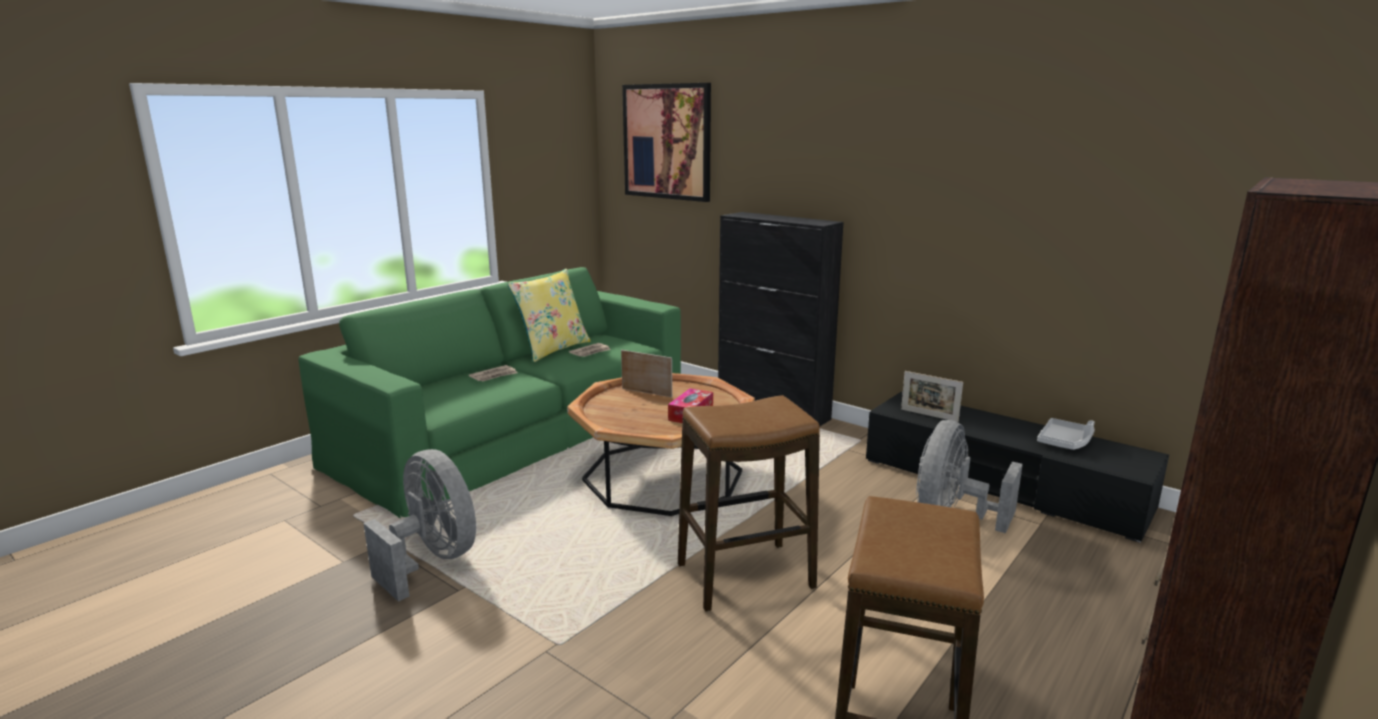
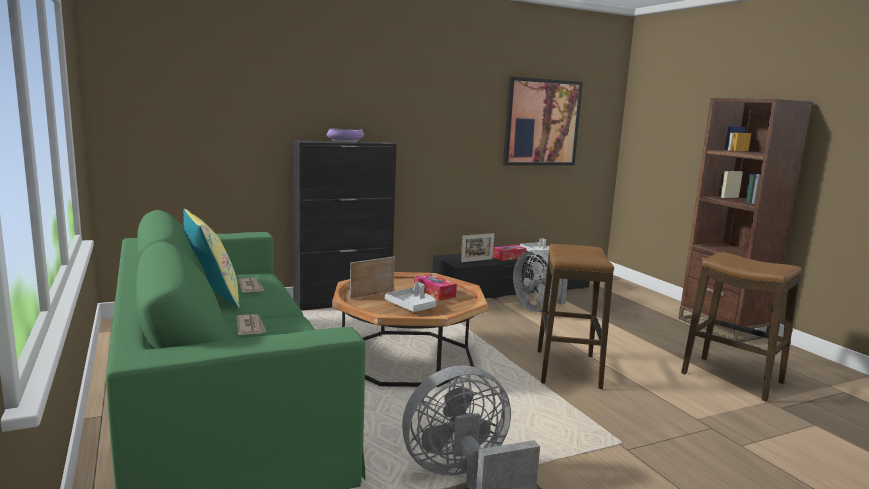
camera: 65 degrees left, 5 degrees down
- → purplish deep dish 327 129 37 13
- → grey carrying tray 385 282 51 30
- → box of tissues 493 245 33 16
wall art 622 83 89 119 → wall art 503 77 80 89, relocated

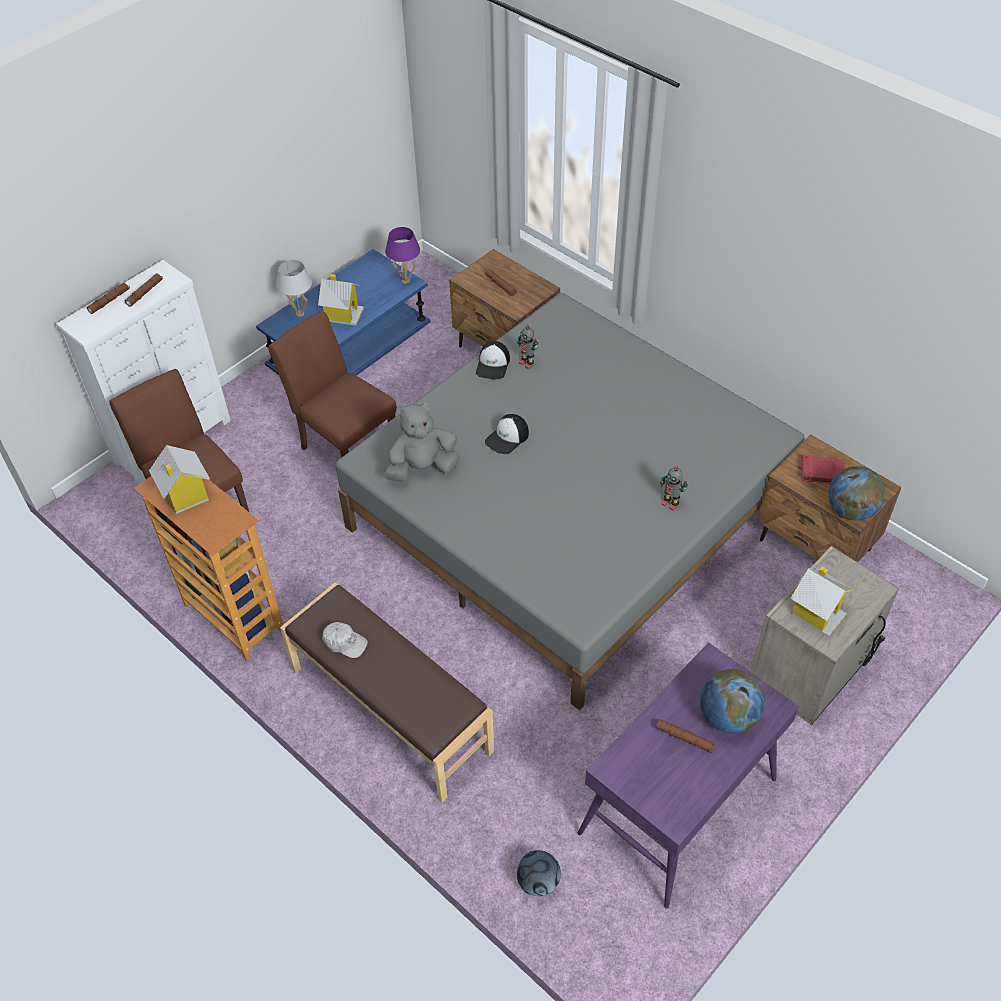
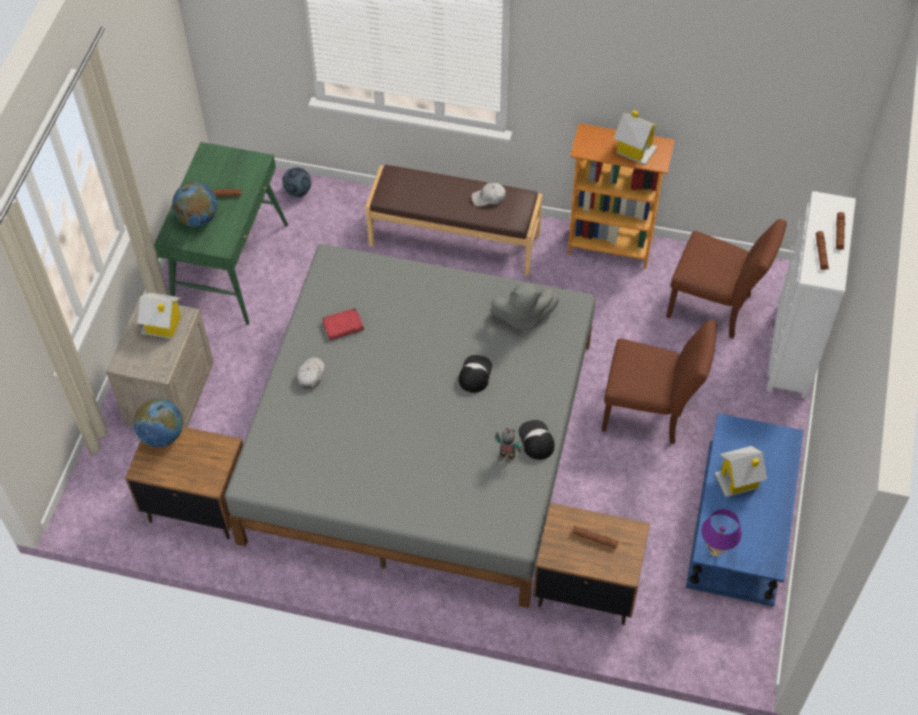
camera: 150 degrees right, 5 degrees up
white tabletop lamp 276 260 36 57 → -
red bound book 802 455 43 29 → red bound book 322 308 42 32, relocated
toy robot 660 466 28 45 → white peaked cap 297 357 28 31
purplish desk table 578 642 221 267 → green desk table 154 142 134 183
grey cuddly toy 384 403 76 79 → grey cuddly toy 490 282 69 52, 45 degrees clockwise

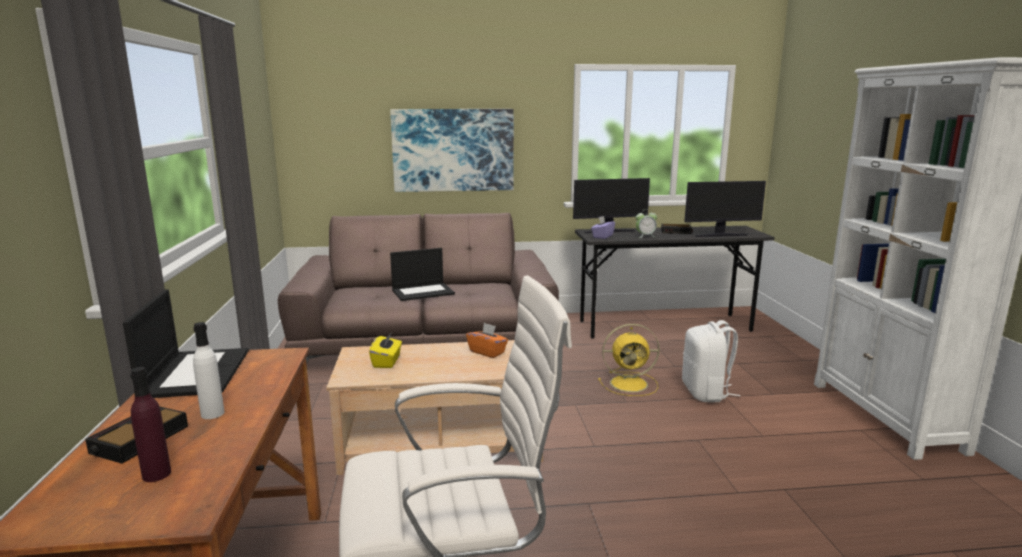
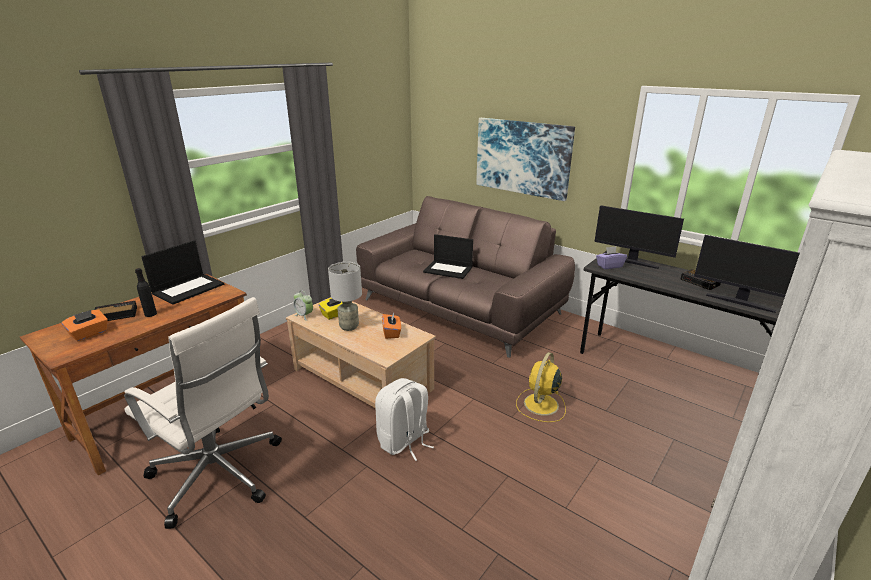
camera: 45 degrees right, 10 degrees up
- → grey tabletop lamp 328 262 34 69
bedside clock 636 209 21 29 → bedside clock 293 290 20 31, relocated
white backpack 682 320 58 82 → white backpack 375 378 59 83, relocated
purplish bottle 130 367 41 115 → orangey box of tissues 61 310 47 31
white bottle 193 322 32 97 → black-coloured bottle 135 268 22 49
yellow-coloured fan 598 324 61 72 → yellow-coloured fan 516 352 50 70, 75 degrees clockwise

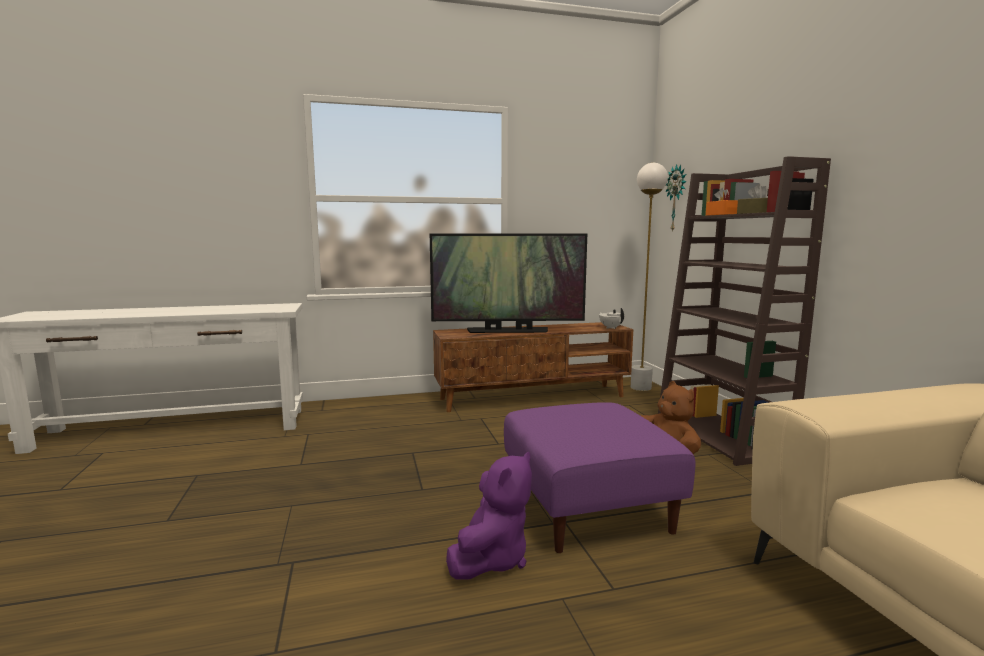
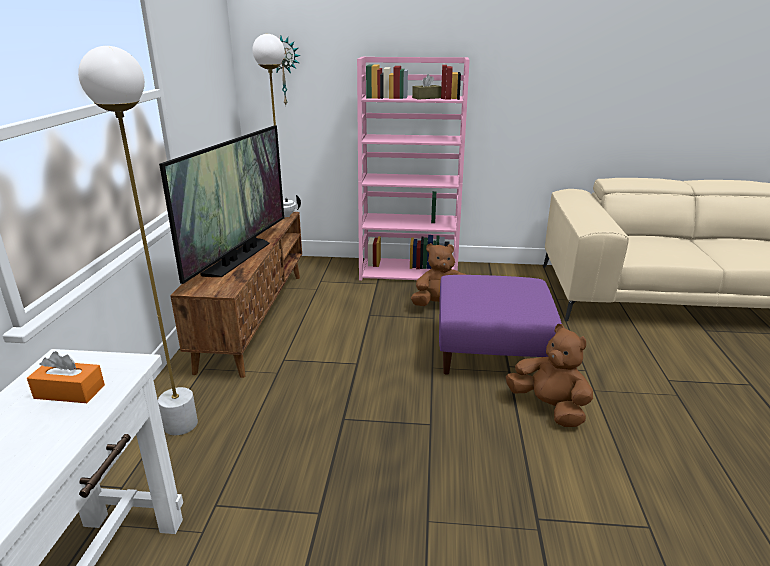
camera: 70 degrees left, 15 degrees up
- → white standing lamp 78 46 120 389
orangey box of tissues 706 188 32 28 → orangey box of tissues 27 351 78 52, relocated
purplish cuddly toy 446 452 86 128 → brownish cuddly toy 506 324 87 103
brownish bookshelf 658 156 173 310 → pink bookshelf 357 57 113 223

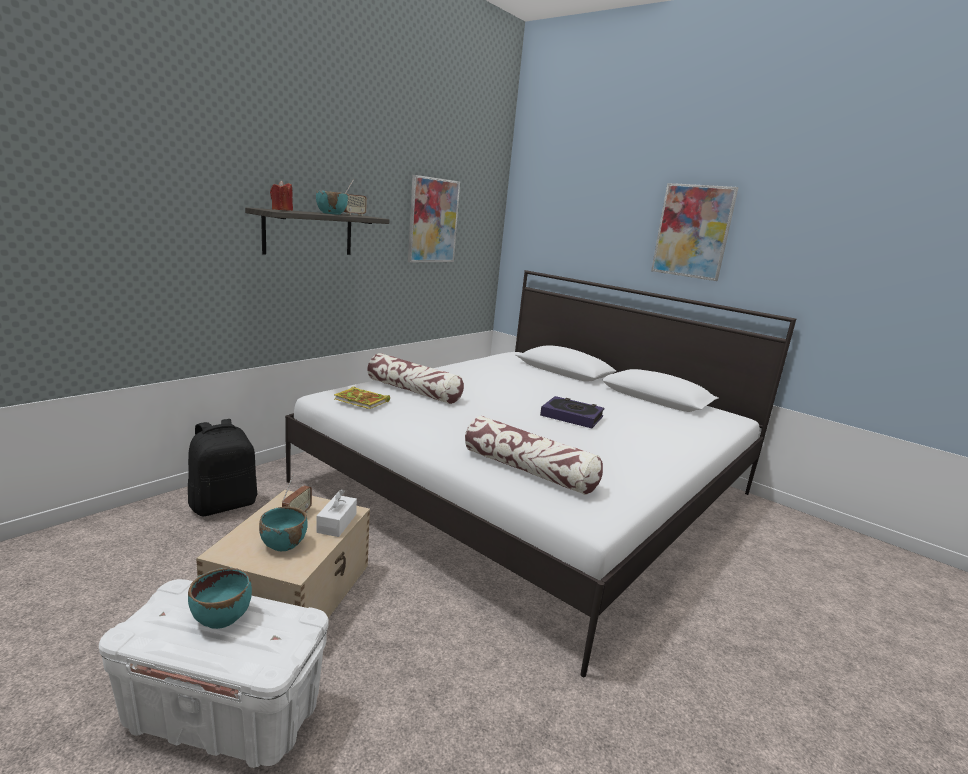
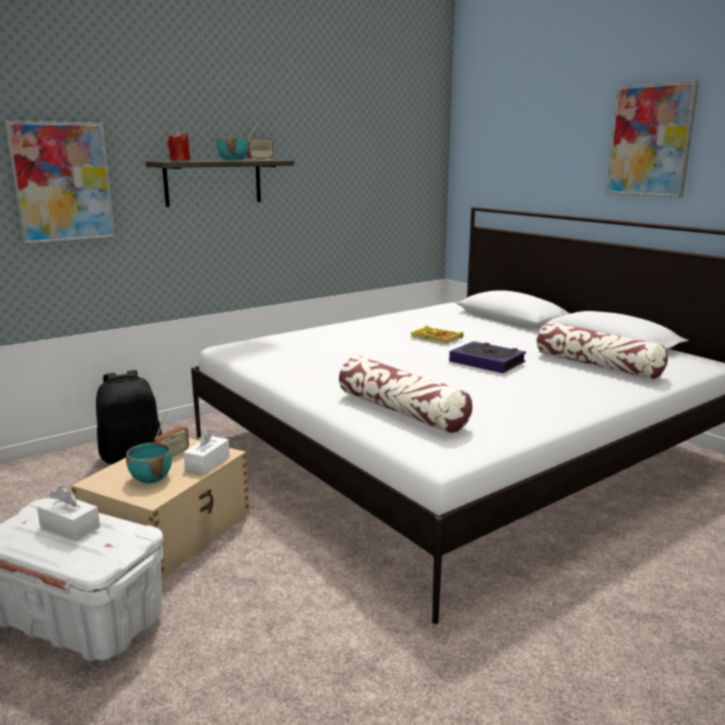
camera: 15 degrees right, 0 degrees up
bound book 334 386 56 23 → bound book 410 326 53 18, relocated
cushion 367 353 97 51 → cushion 537 322 131 58, relocated
wall art 408 175 52 88 → wall art 4 121 112 123, relocated
blue-green deep dish 188 568 64 61 → white box of tissues 37 486 63 55

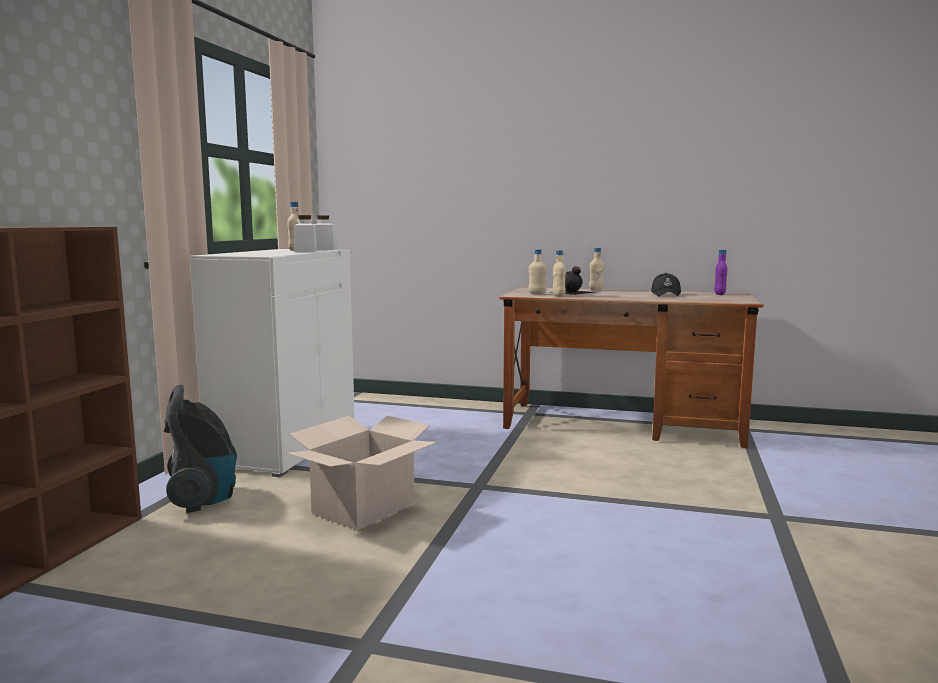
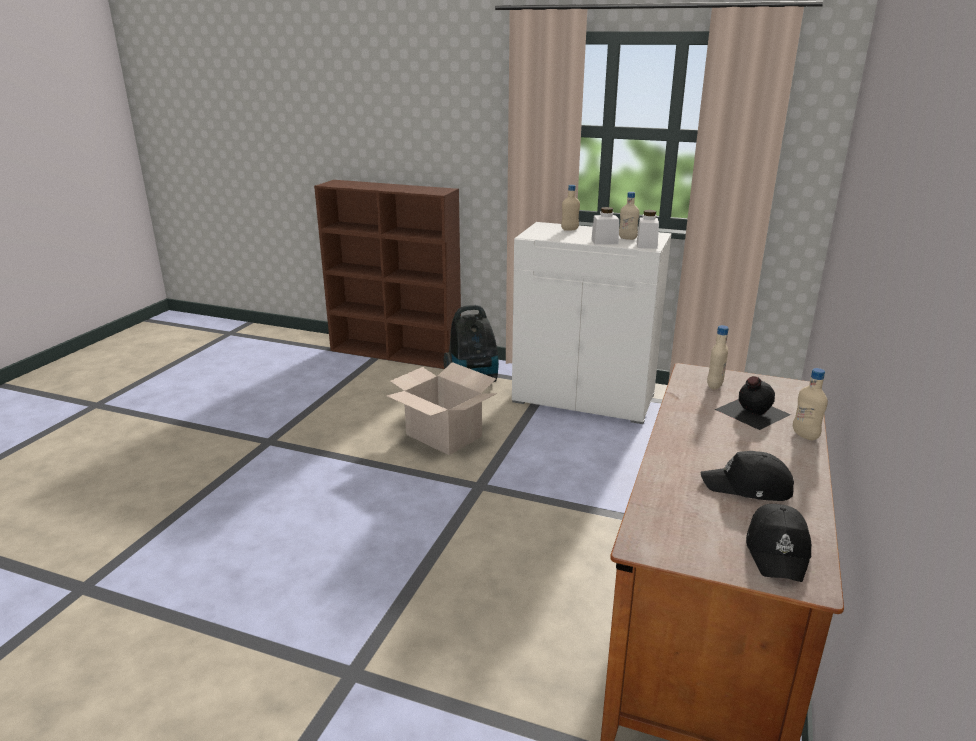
camera: 95 degrees right, 15 degrees up
beige-coloured bottle 553 250 13 46 → beige-coloured bottle 561 185 19 46, relocated
purplish bottle 714 249 13 46 → black-coloured peaked cap 746 504 65 78

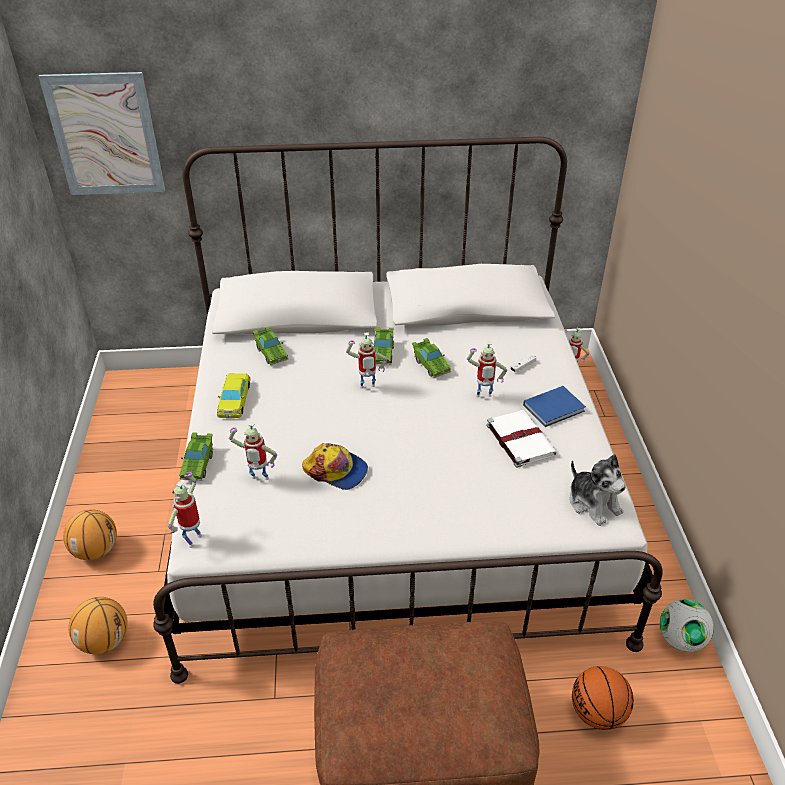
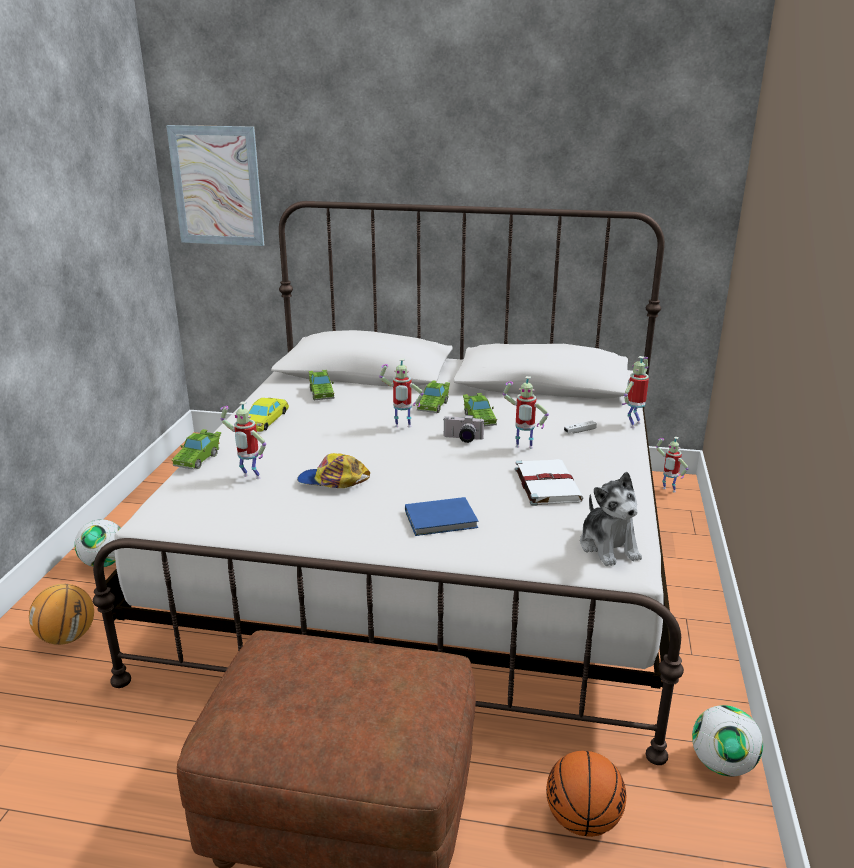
camera: 15 degrees right, 15 degrees down
- → photo camera 443 415 42 28
toy robot 168 472 34 76 → toy robot 622 356 27 72, relocated
blue-coloured bound book 523 386 63 41 → blue-coloured bound book 405 497 73 39, relocated
ball for basketball 63 509 54 51 → ball for football 74 519 46 48
peaked cap 302 443 66 47 → peaked cap 297 453 73 35, 150 degrees clockwise

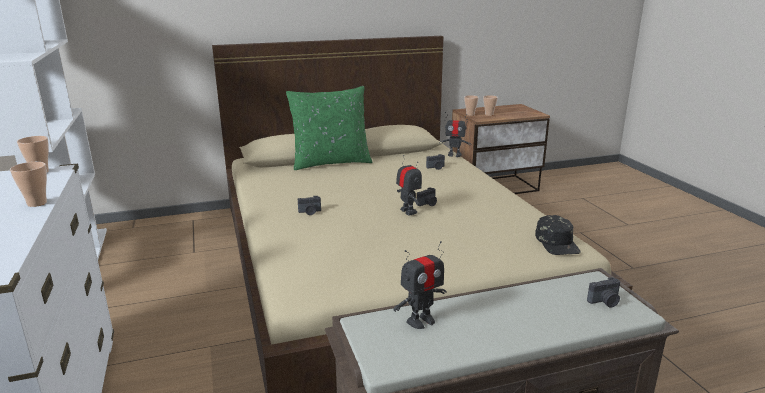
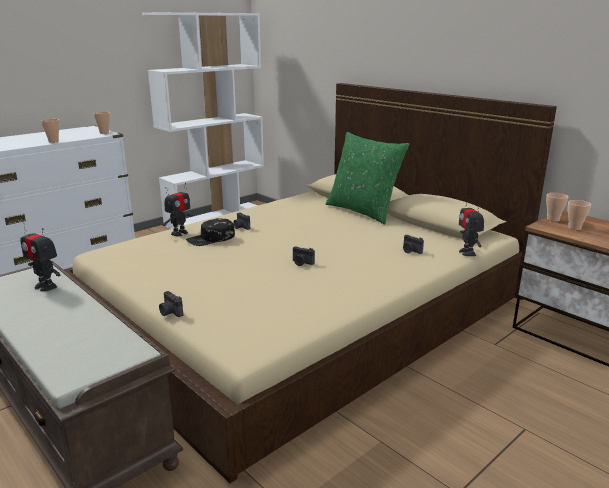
camera: 65 degrees right, 0 degrees up
toy robot 396 155 26 61 → toy robot 163 183 30 53, relocated
black-coloured peaked cap 535 215 46 40 → black-coloured peaked cap 186 218 49 28, relocated
photo camera 587 277 33 31 → photo camera 159 291 24 26, relocated

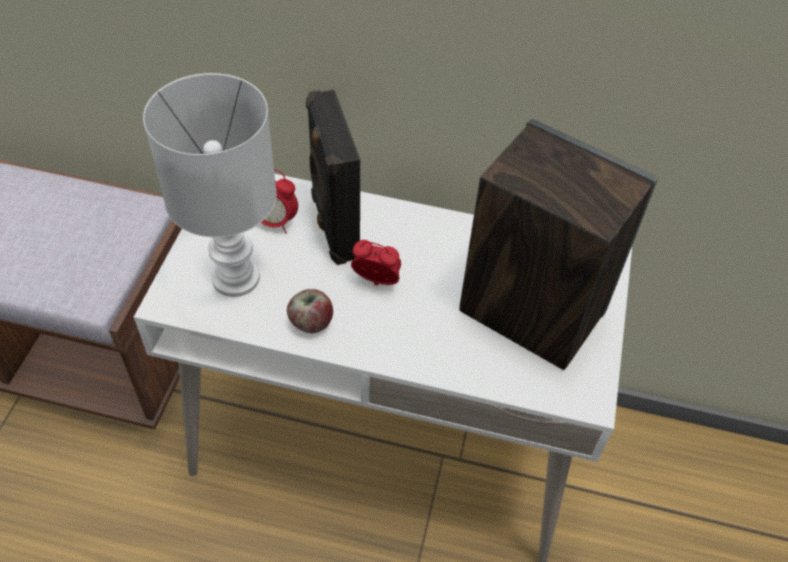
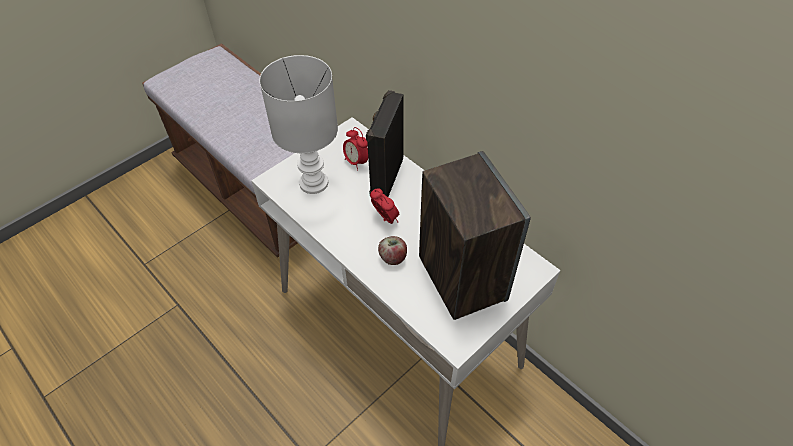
camera: 35 degrees right, 0 degrees up
whole apple 287 289 46 44 → whole apple 378 236 29 29, relocated

